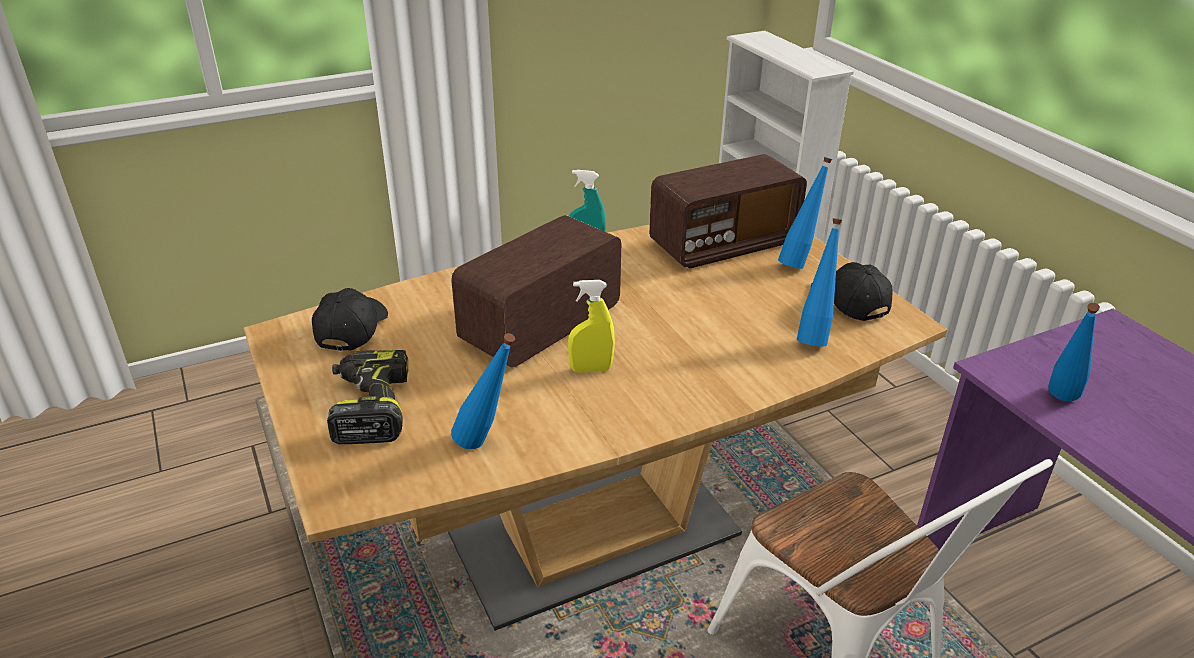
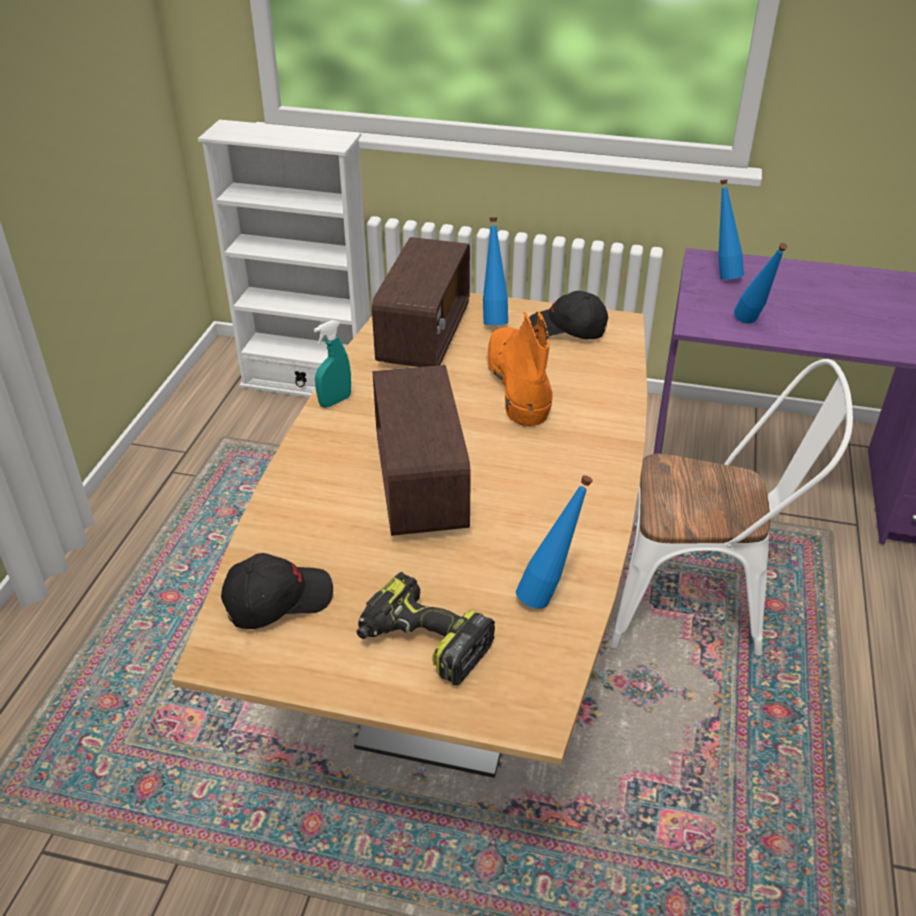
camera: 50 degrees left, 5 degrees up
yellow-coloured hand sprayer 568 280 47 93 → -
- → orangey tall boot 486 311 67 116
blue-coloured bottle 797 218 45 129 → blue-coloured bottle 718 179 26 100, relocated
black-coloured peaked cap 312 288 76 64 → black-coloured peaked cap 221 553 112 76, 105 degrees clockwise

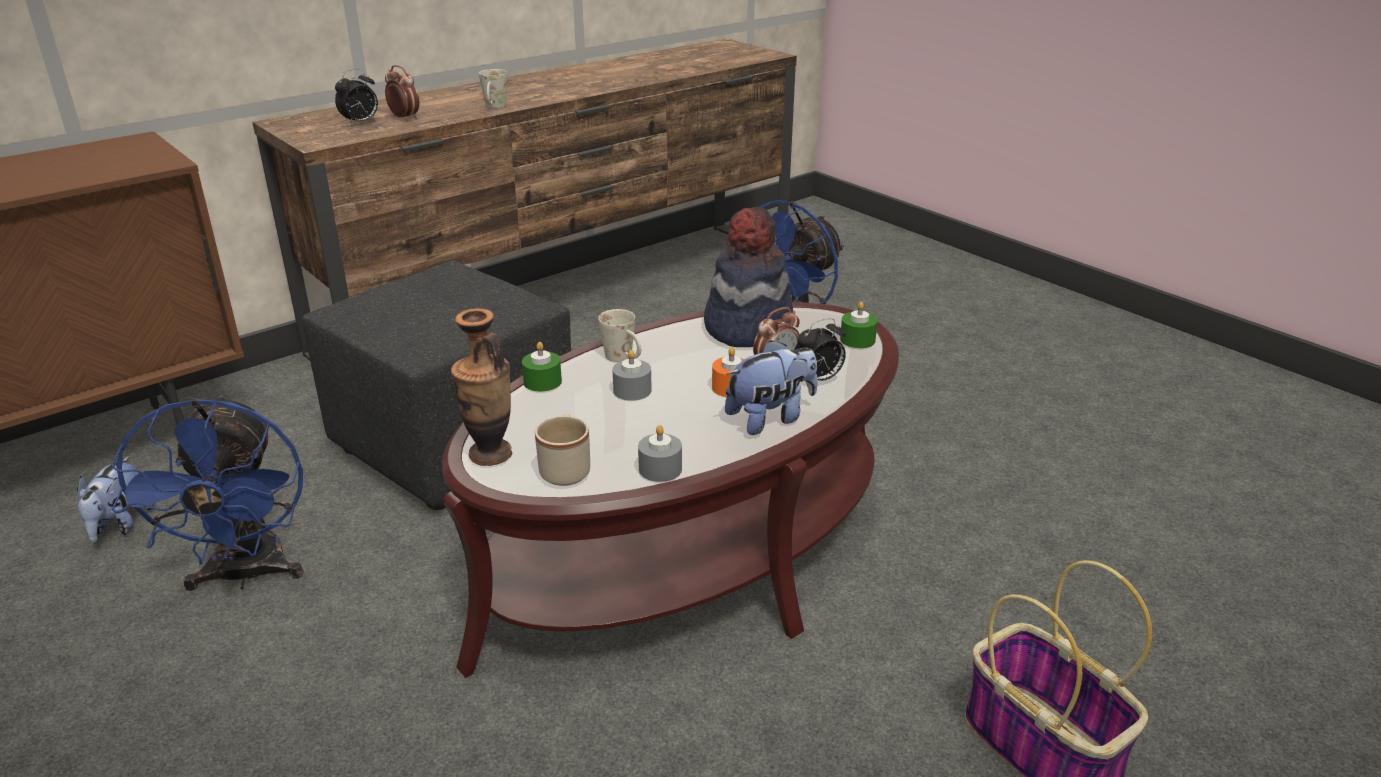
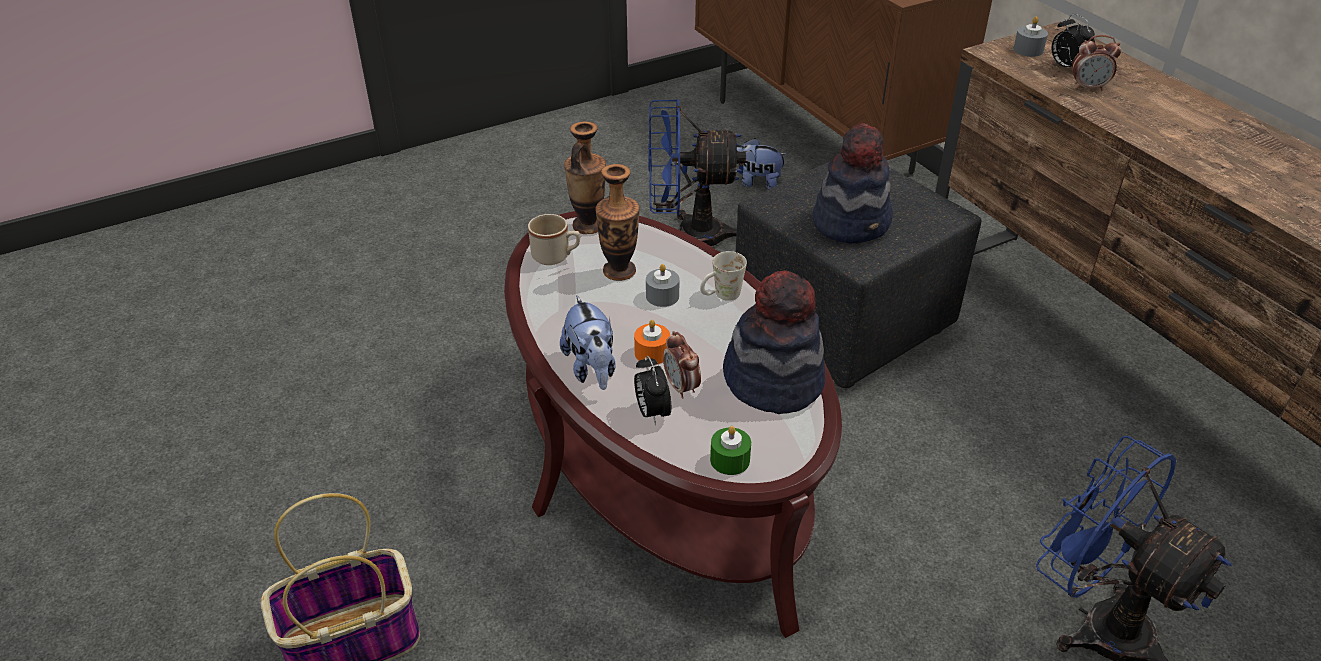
camera: 100 degrees right, 10 degrees up
white tea mug 479 69 28 40 → -
green wax candle 522 342 40 50 → -
- → decorative vase 595 164 45 117
- → clothing hat 813 123 80 120
grey wax candle 638 425 44 57 → grey wax candle 1013 16 35 41, relocated
bedside clock 385 65 34 55 → bedside clock 1072 35 49 56, 45 degrees clockwise

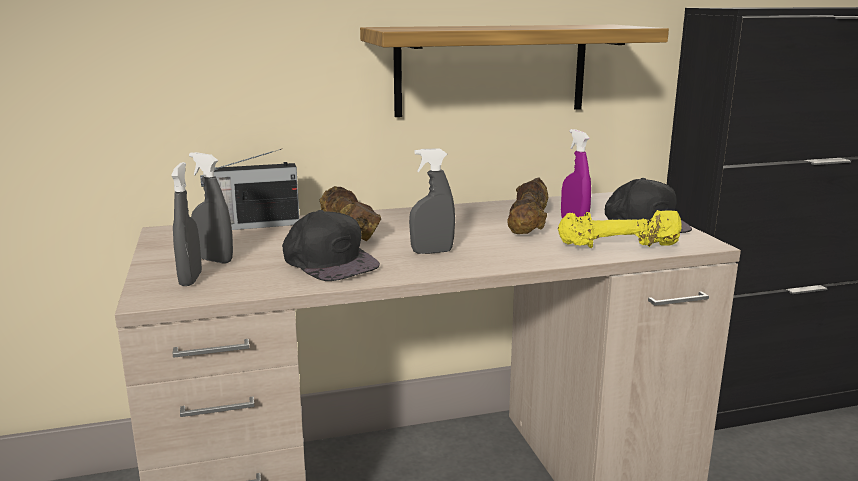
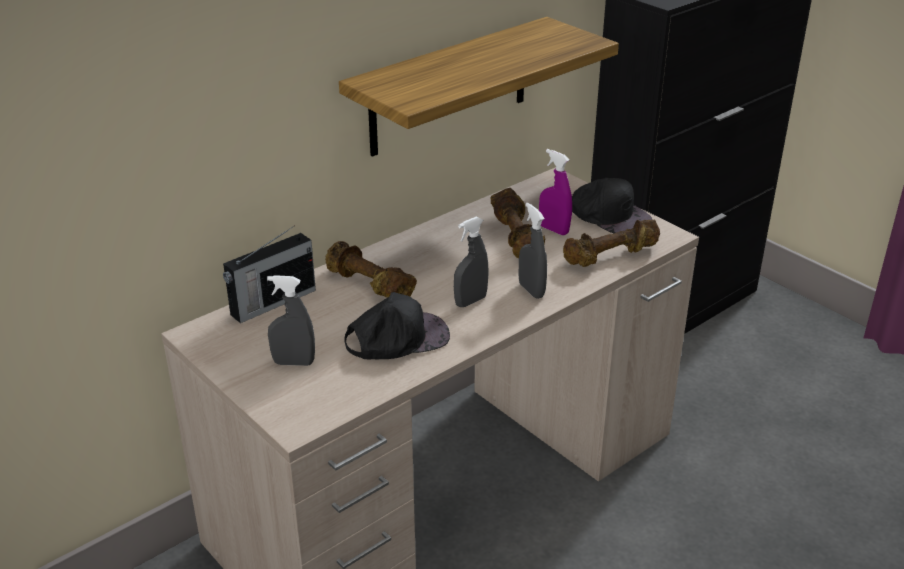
camera: 25 degrees left, 15 degrees up
grey hand sprayer 171 162 31 124 → grey hand sprayer 519 203 28 96, relocated
yellow-coloured dumbbell 558 210 124 38 → brownish dumbbell 563 220 97 47
black-coloured peaked cap 282 210 98 71 → black-coloured peaked cap 344 292 106 67, 45 degrees counterclockwise

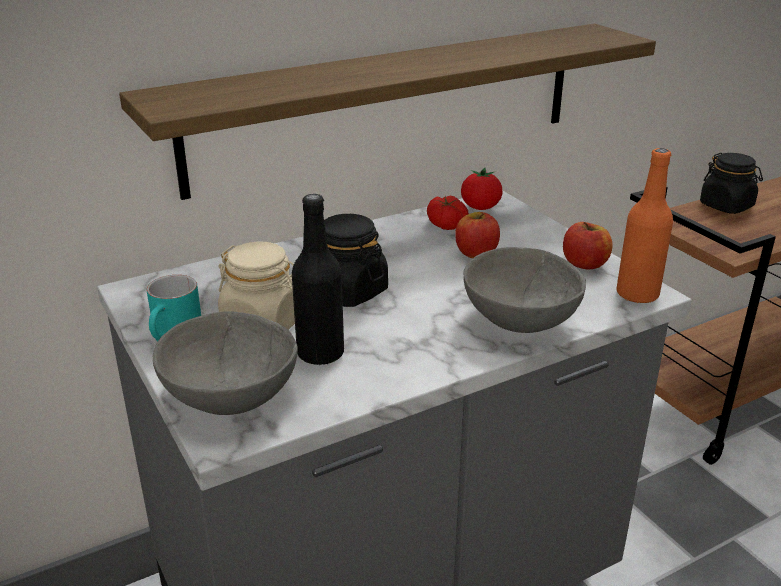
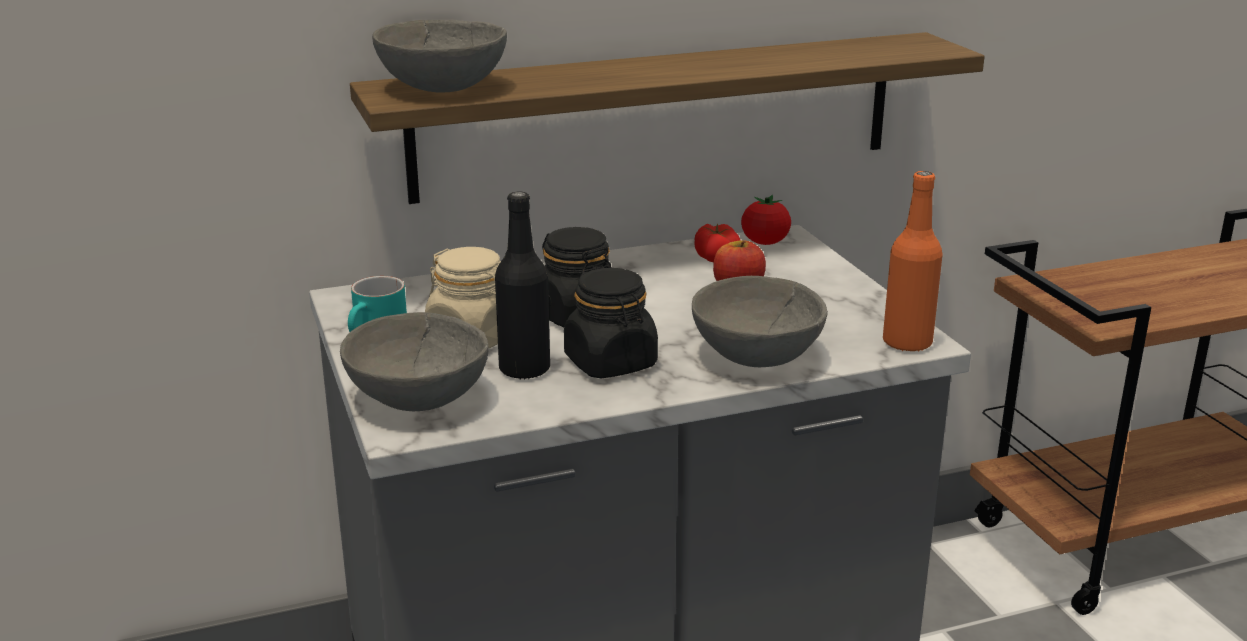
camera: 10 degrees right, 5 degrees down
whole apple 563 222 49 47 → -
- → grey deep dish 372 20 135 73
black-coloured jar 700 153 63 61 → black-coloured jar 564 267 94 111, relocated

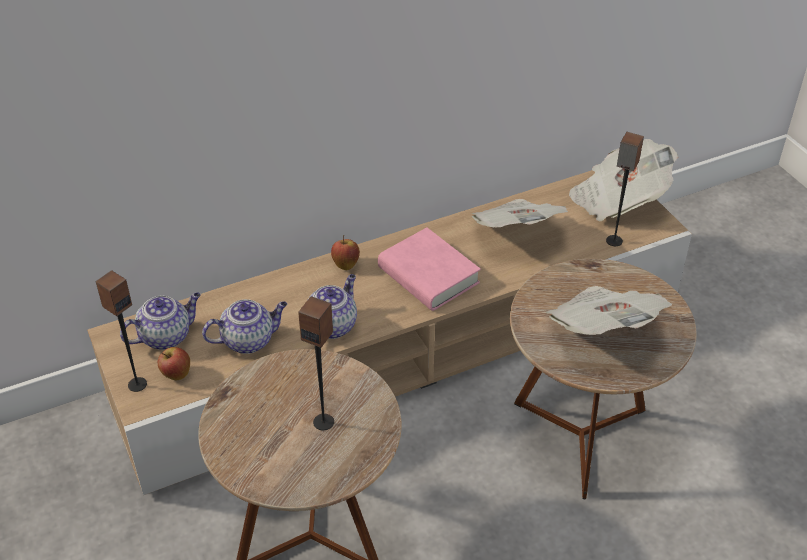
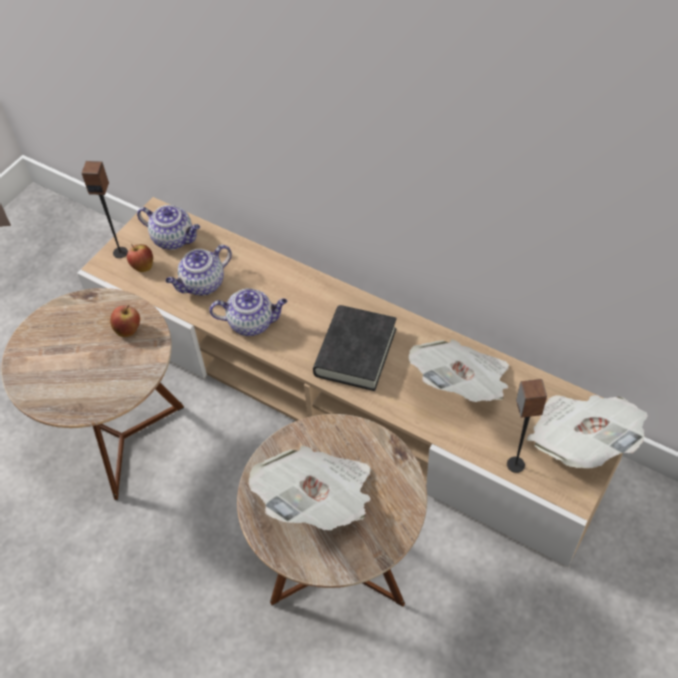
camera: 60 degrees right, 10 degrees up
speaker 298 296 36 134 → -
whole apple 331 235 29 35 → whole apple 110 305 30 32, relocated
pink bound book 378 227 103 84 → black-coloured bound book 313 305 84 86
tea pot 202 299 85 55 → tea pot 166 245 66 51, 105 degrees clockwise

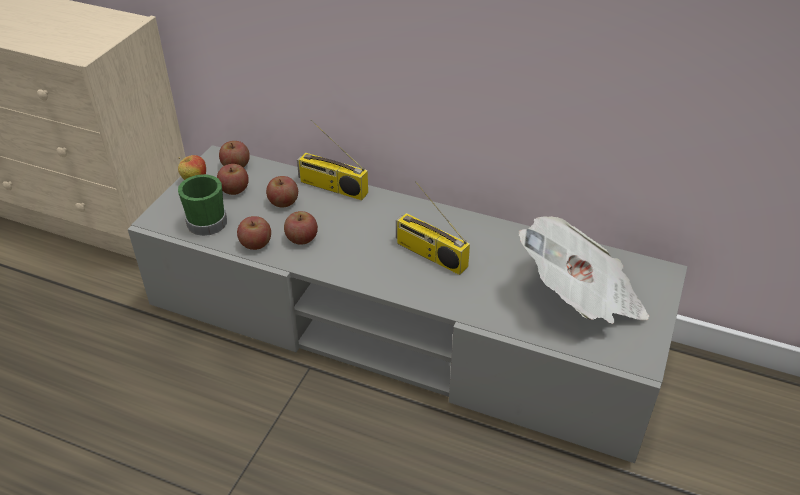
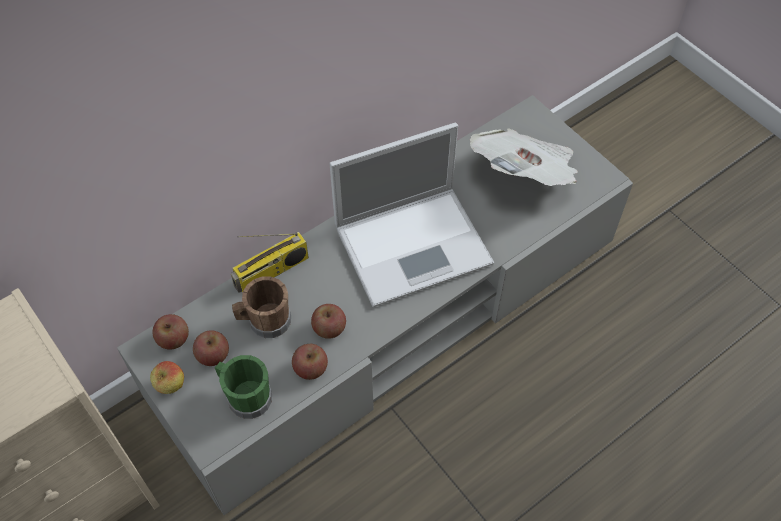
camera: 60 degrees left, 15 degrees up
whole apple 266 176 32 32 → brownish tea mug 232 276 59 62
radio receiver 396 181 74 94 → notebook computer 329 123 165 184

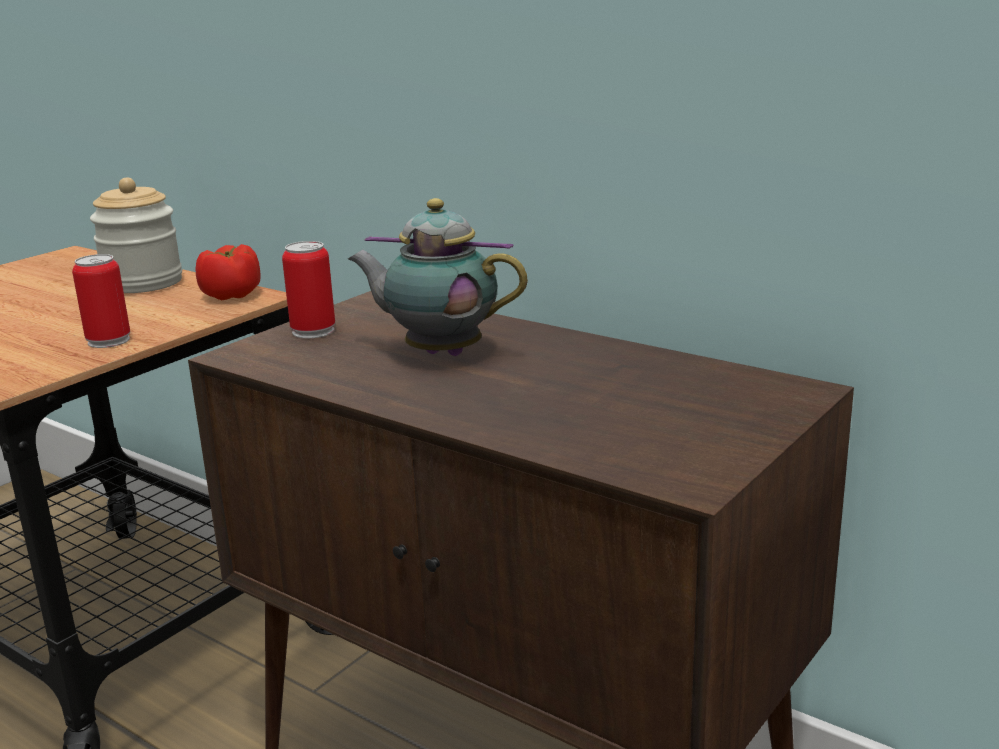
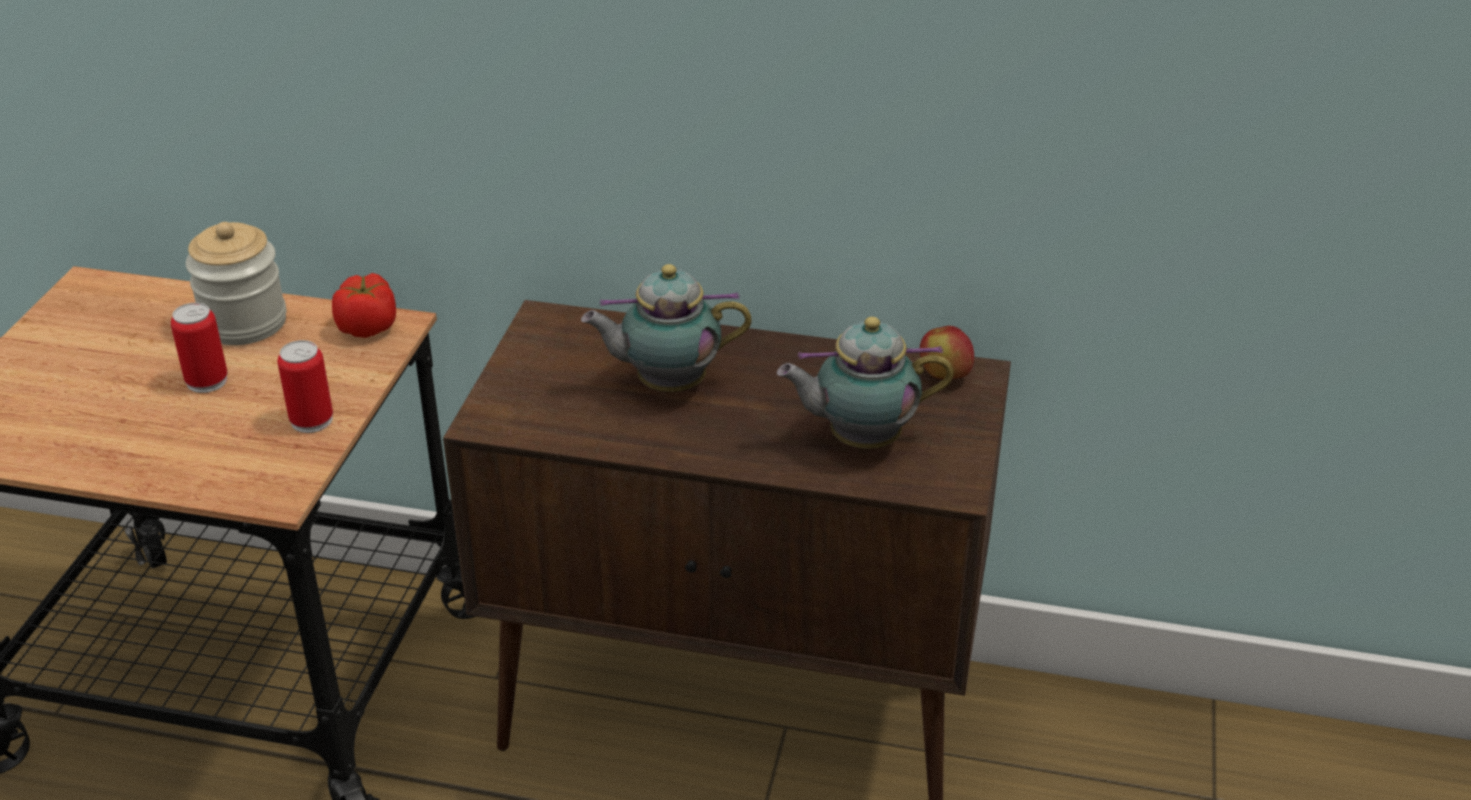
camera: 25 degrees left, 15 degrees up
- → tea pot 777 317 177 132
- → whole apple 920 326 54 53
metal can 282 241 53 97 → metal can 171 303 57 90, relocated

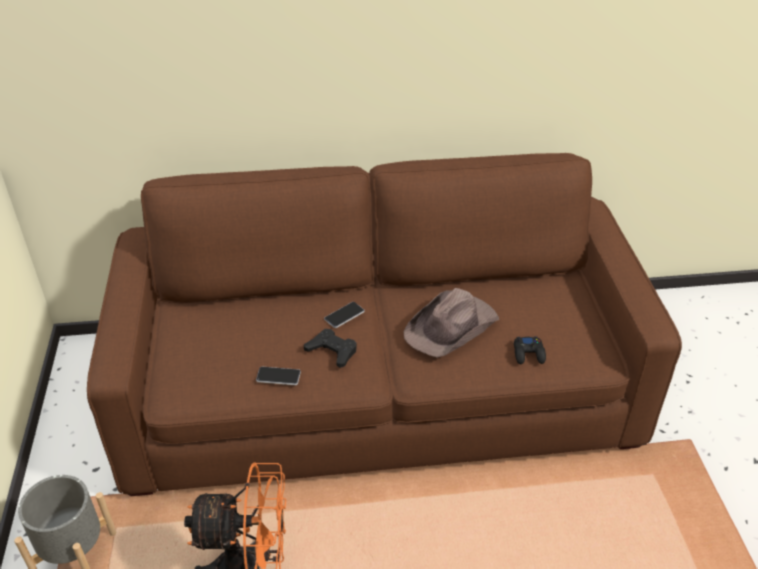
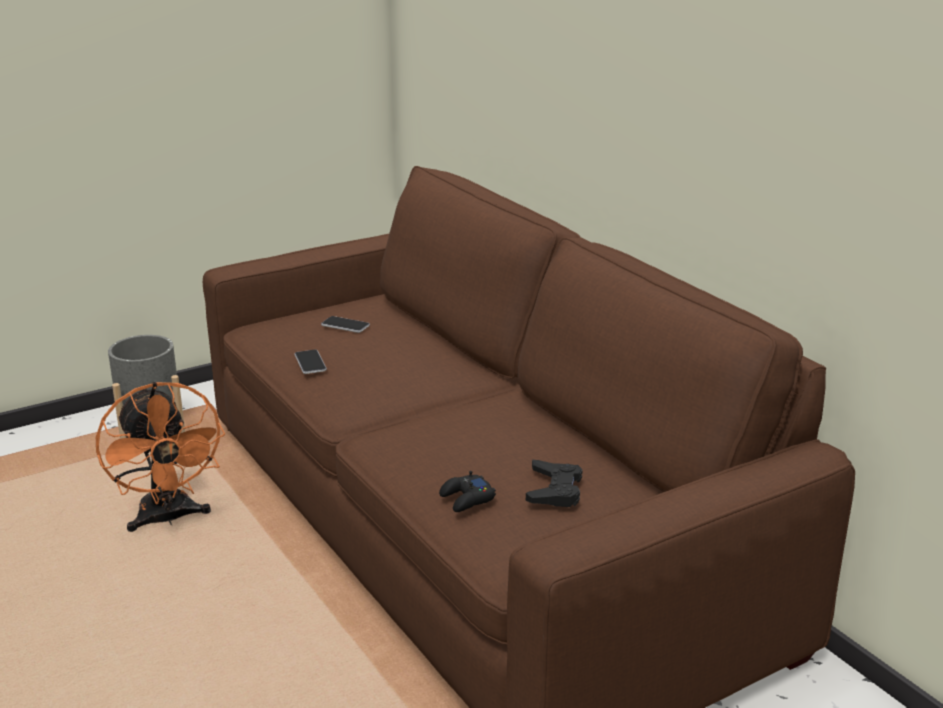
camera: 65 degrees right, 15 degrees down
brownish clothing hat 403 288 96 70 → -
black-coloured gamepad 304 329 53 39 → black-coloured gamepad 526 460 57 47, relocated
handset 324 302 41 26 → handset 321 316 49 17, relocated

